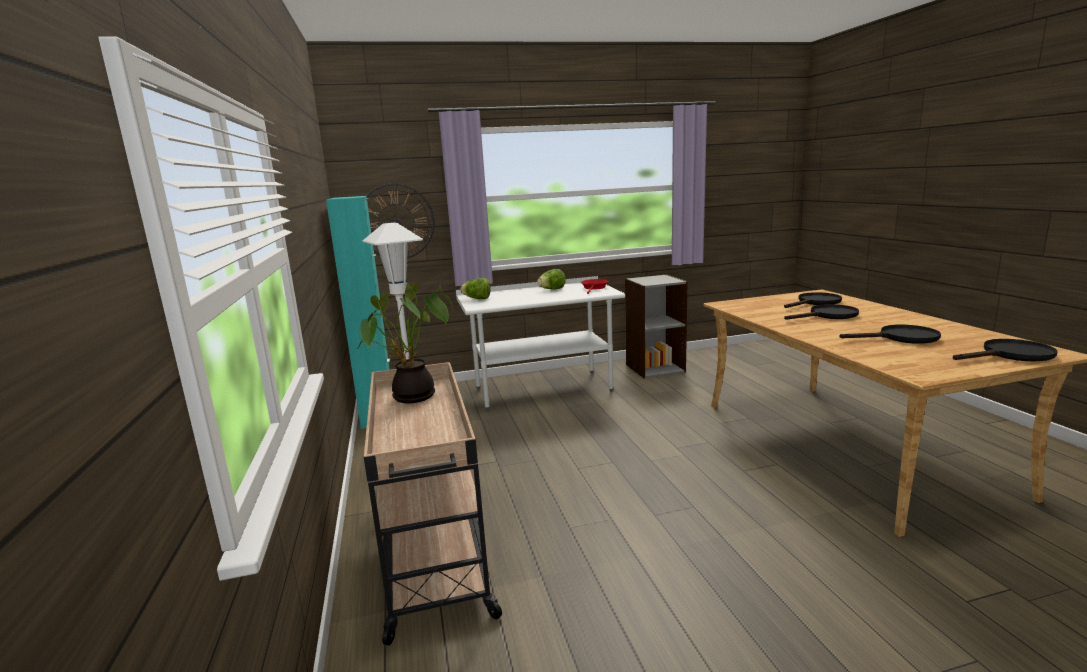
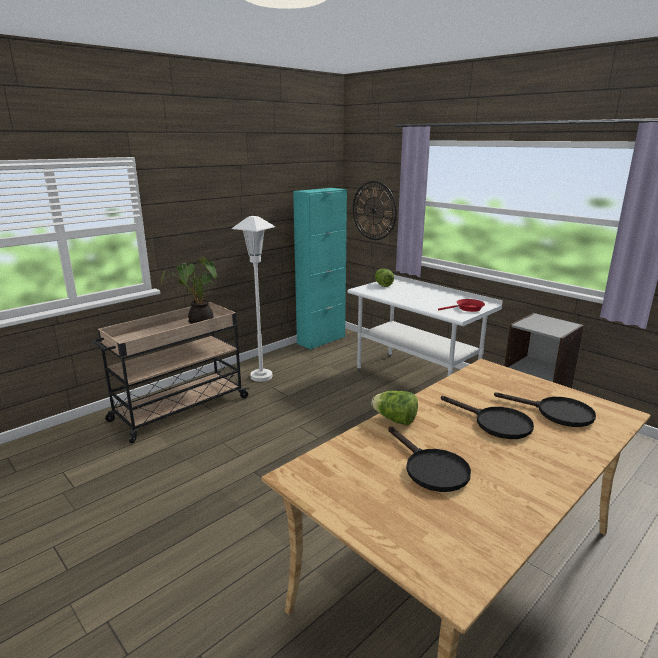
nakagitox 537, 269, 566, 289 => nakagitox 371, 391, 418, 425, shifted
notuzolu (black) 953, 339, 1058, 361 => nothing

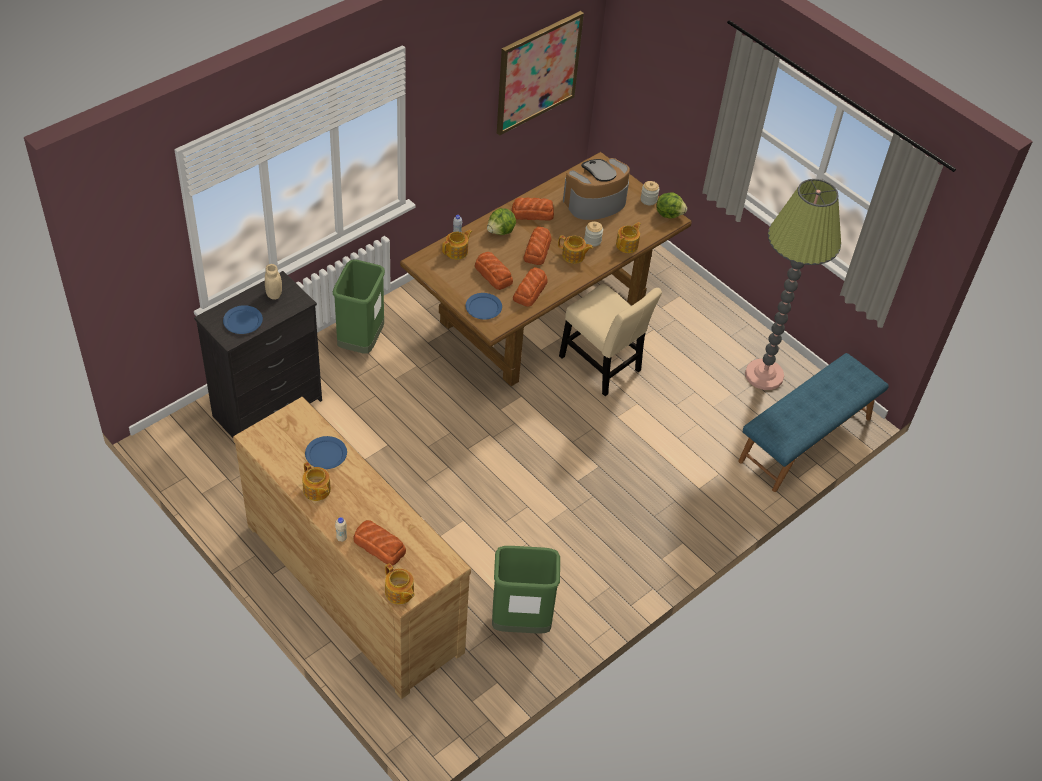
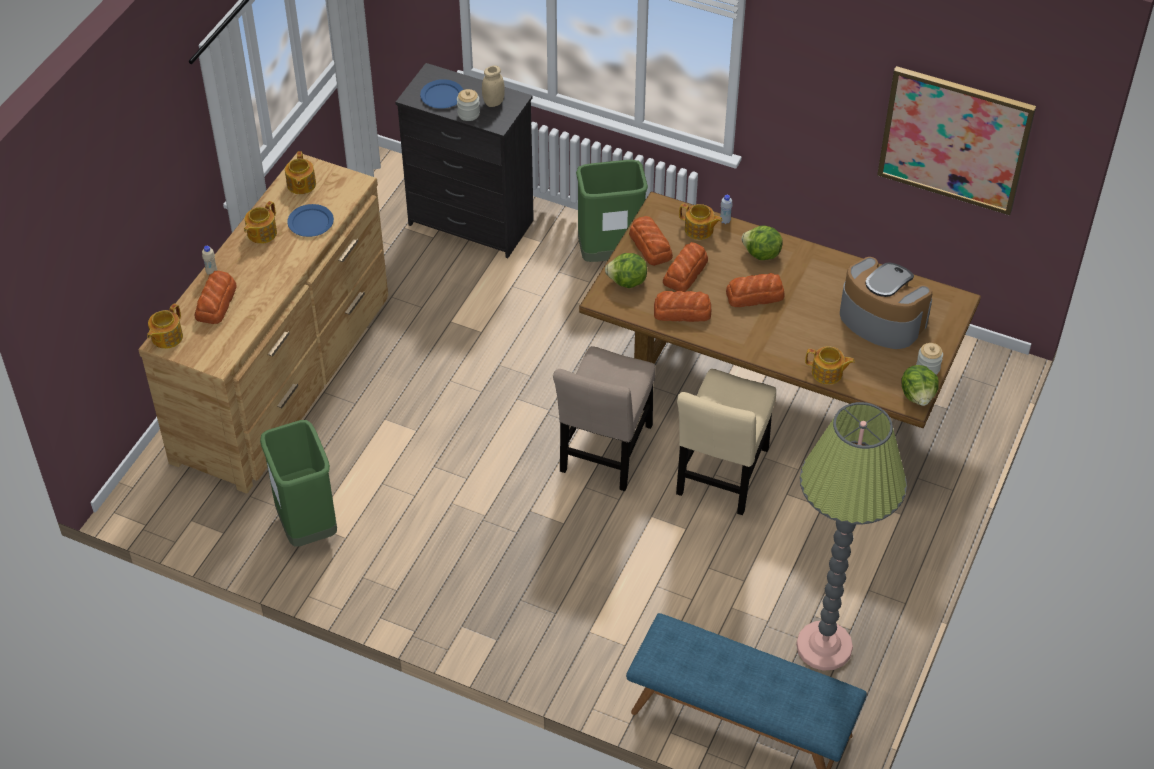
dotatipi 512, 198, 554, 220 => dotatipi 629, 216, 673, 266, shifted
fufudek 584, 221, 603, 247 => fufudek 457, 89, 480, 121, shifted
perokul 558, 235, 593, 264 => perokul 285, 152, 316, 194, shifted
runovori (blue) 466, 293, 502, 319 => nakagitox 605, 253, 647, 288
nothing => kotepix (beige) 553, 346, 655, 491

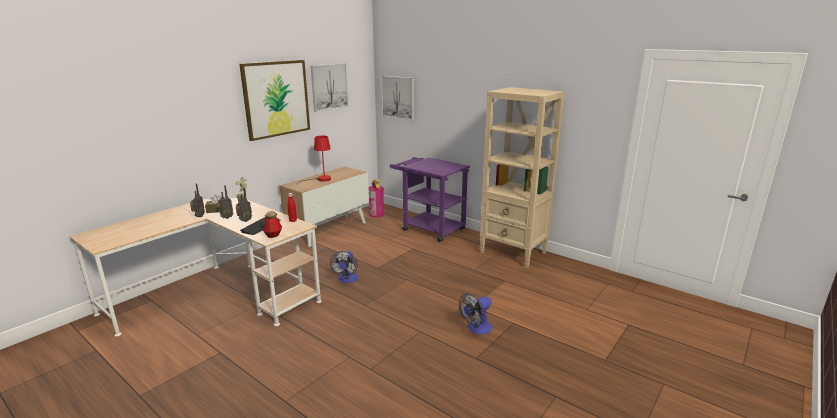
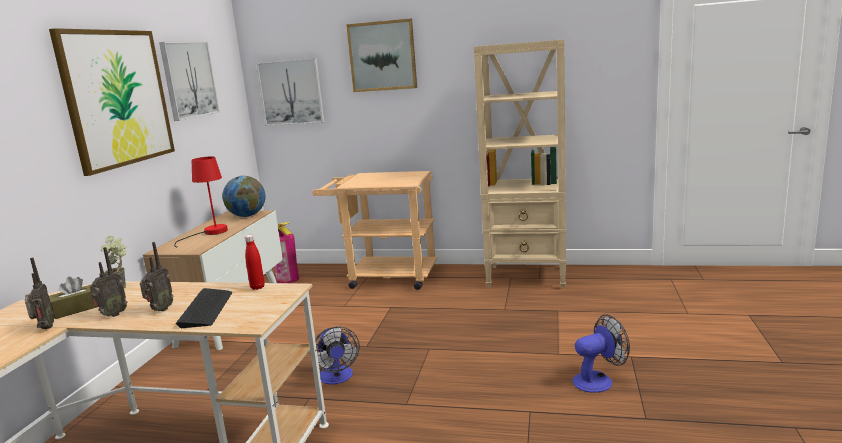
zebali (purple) 390, 157, 470, 242 => zebali (beige) 312, 171, 438, 290
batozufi 263, 211, 282, 238 => nothing
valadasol 459, 293, 492, 334 => valadasol 573, 314, 630, 393, 135 degrees counterclockwise
nothing => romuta 346, 18, 417, 92
nothing => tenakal 222, 176, 265, 217

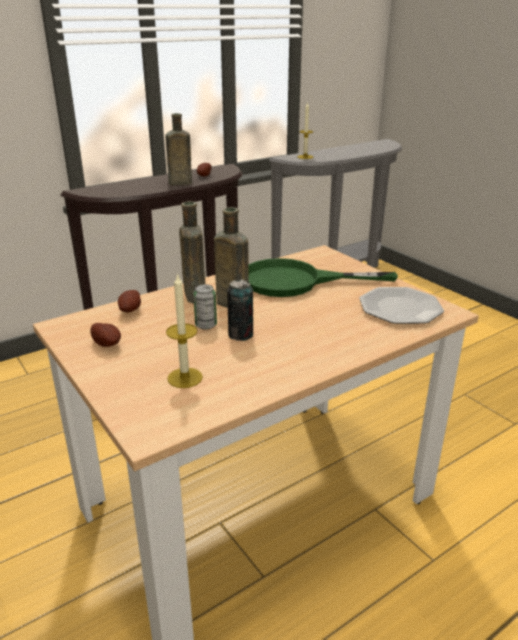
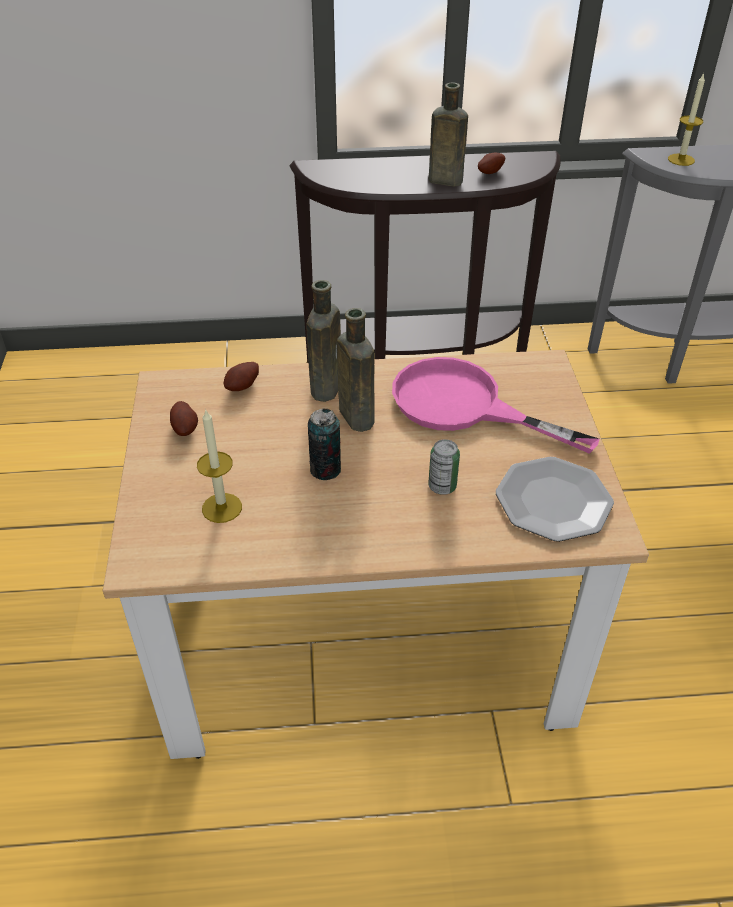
notuzolu (green) 248, 258, 398, 297 => notuzolu (pink) 392, 357, 600, 454
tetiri 193, 284, 217, 330 => tetiri 428, 439, 460, 495, shifted

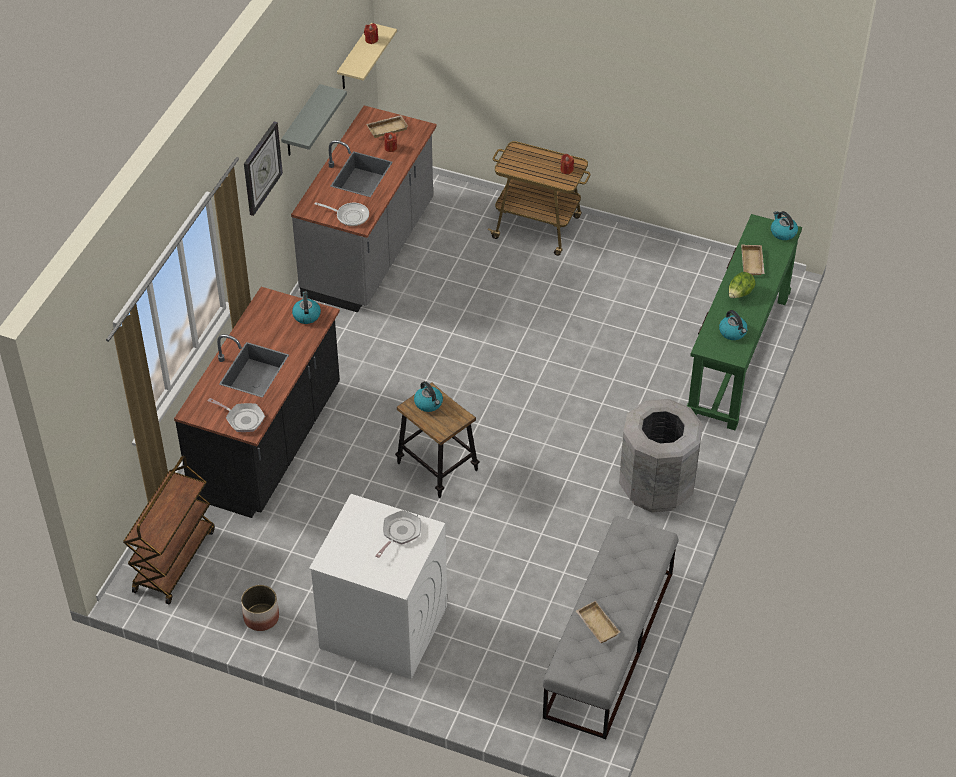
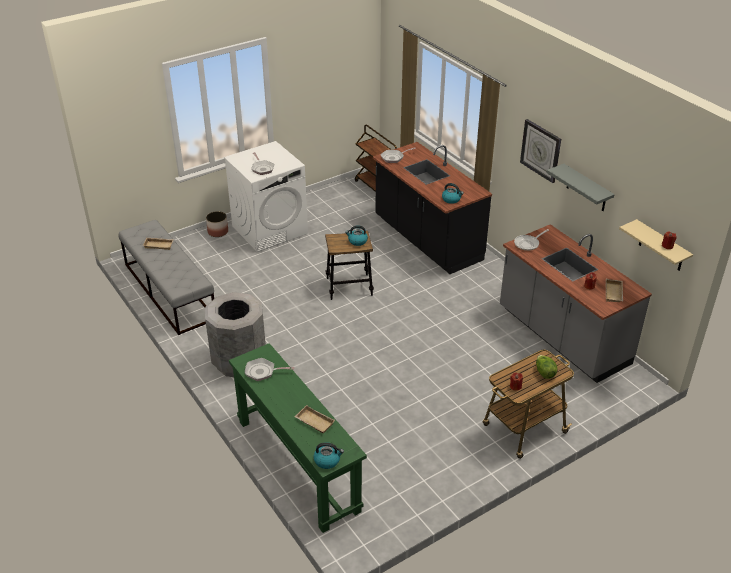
nakagitox 729, 272, 755, 298 => nakagitox 536, 355, 557, 379, shifted
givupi 719, 310, 748, 340 => notuzolu 245, 358, 295, 381
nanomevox 241, 585, 279, 631 => nanomevox 206, 211, 228, 237, shifted

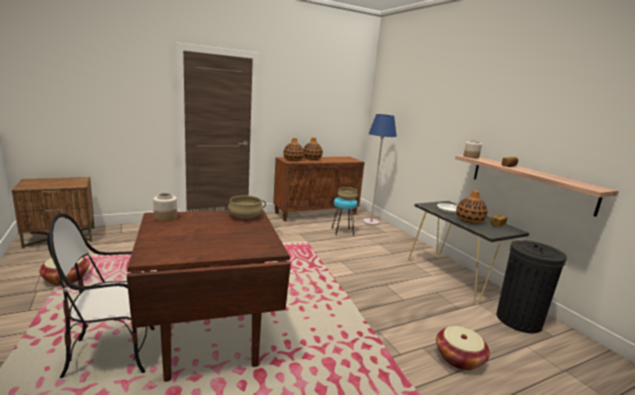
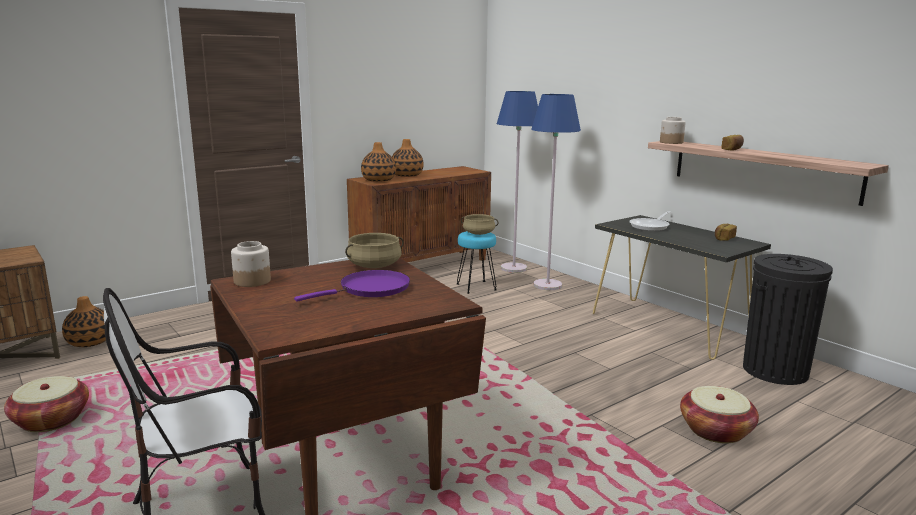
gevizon 456, 190, 488, 224 => gevizon 62, 296, 106, 347, shifted
nothing => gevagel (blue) 531, 94, 581, 290
nothing => notuzolu (purple) 294, 270, 410, 302

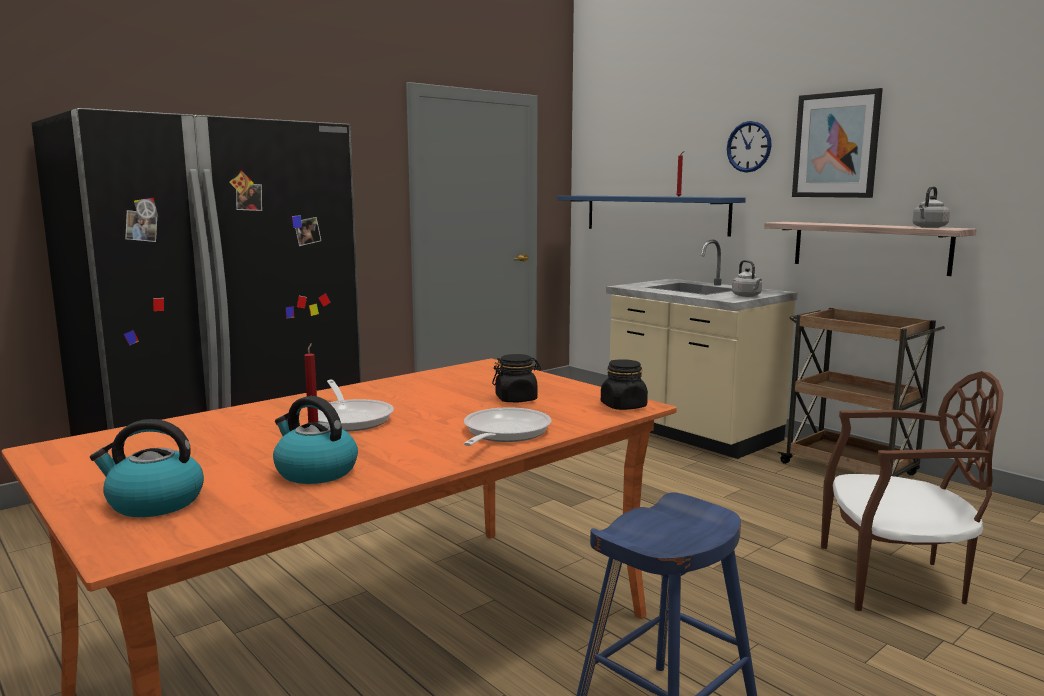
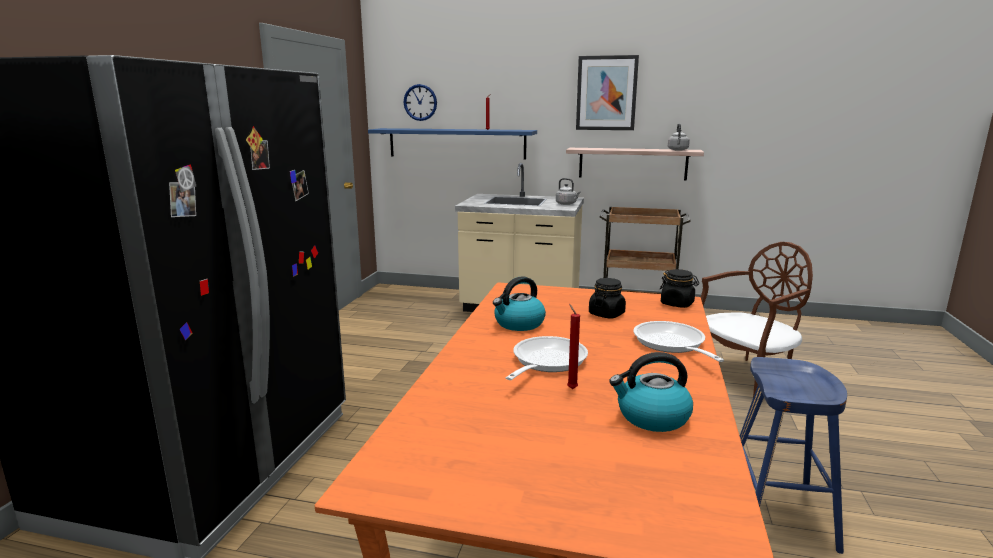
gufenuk 727, 121, 772, 173 => gufenuk 403, 84, 437, 121, shifted
notuzolu 318, 380, 394, 432 => notuzolu 506, 336, 588, 380, 90 degrees counterclockwise
givupi 90, 419, 204, 517 => givupi 493, 276, 546, 331, shifted

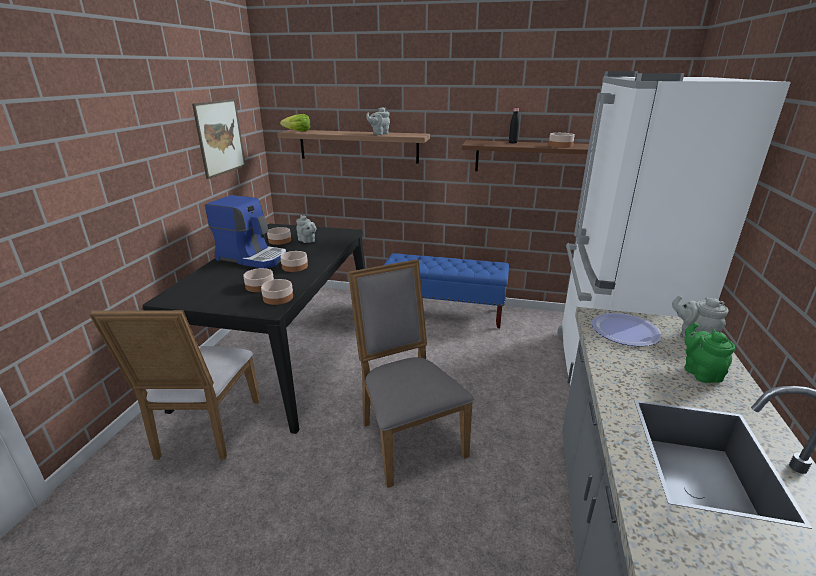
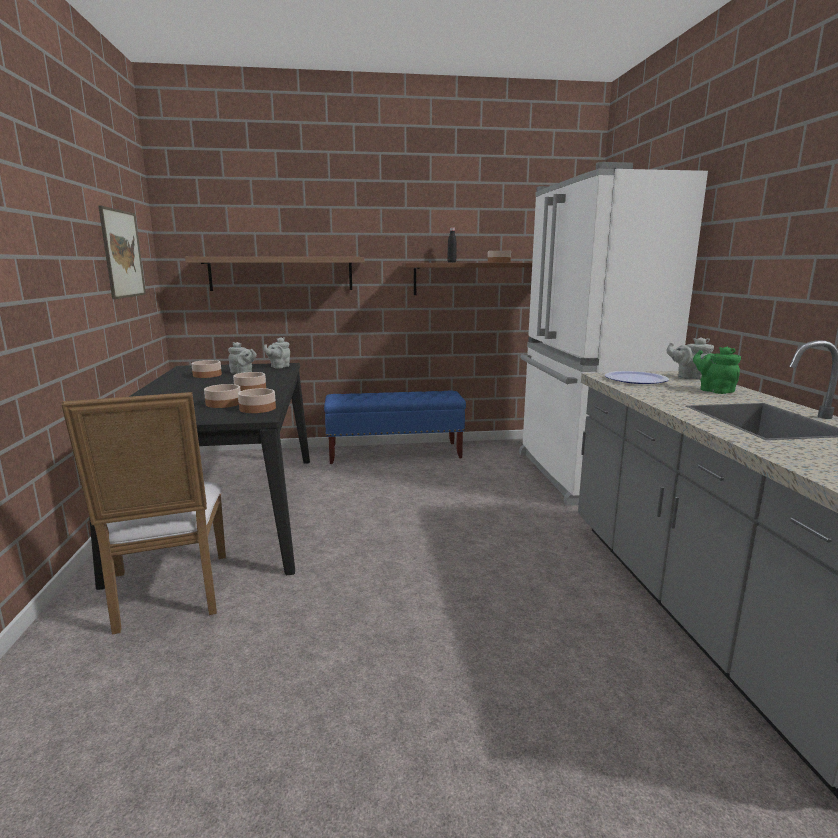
perokul (grey) 366, 107, 390, 135 => perokul (grey) 264, 337, 290, 368, shifted
nakagitox 280, 114, 311, 131 => nothing
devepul 205, 195, 286, 268 => nothing
kotepix (grey) 348, 259, 474, 488 => nothing

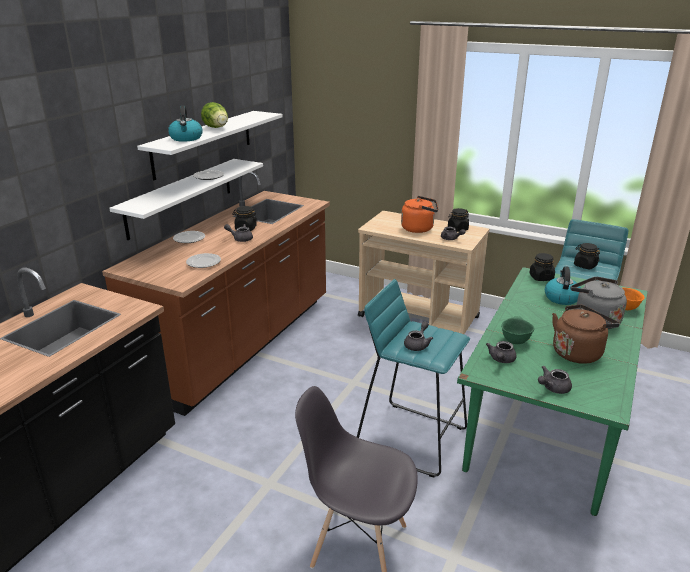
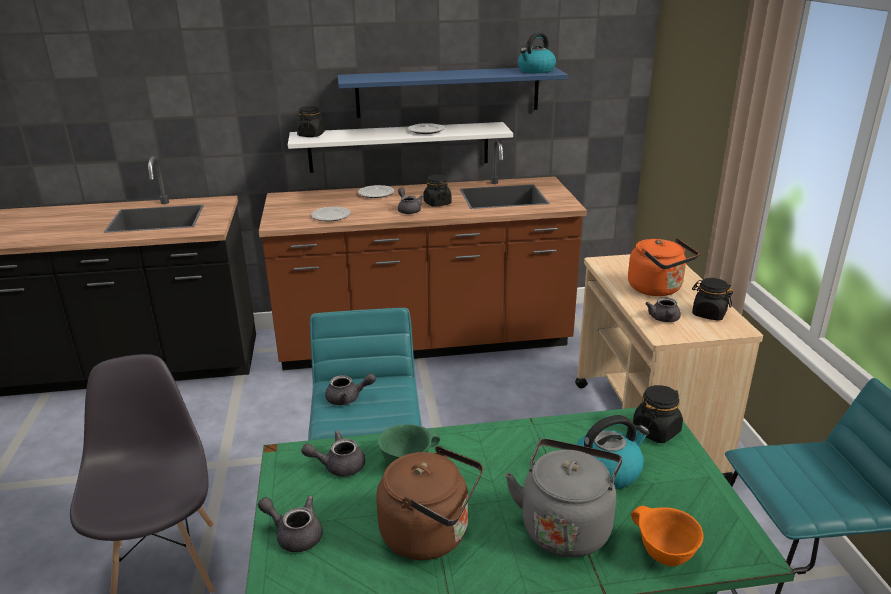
nakagitox 201, 102, 228, 128 => nothing
givupi 168, 106, 203, 142 => givupi 518, 32, 556, 73, shifted
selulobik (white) 137, 111, 283, 180 => selulobik (blue) 338, 67, 568, 118
fufudek (black) 574, 243, 600, 269 => fufudek (black) 297, 106, 325, 137, shifted

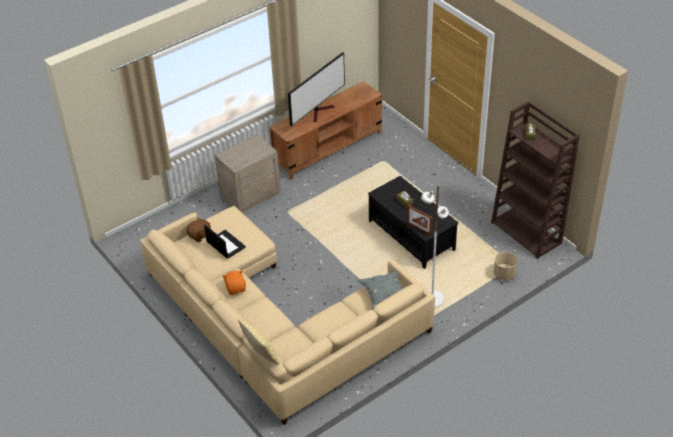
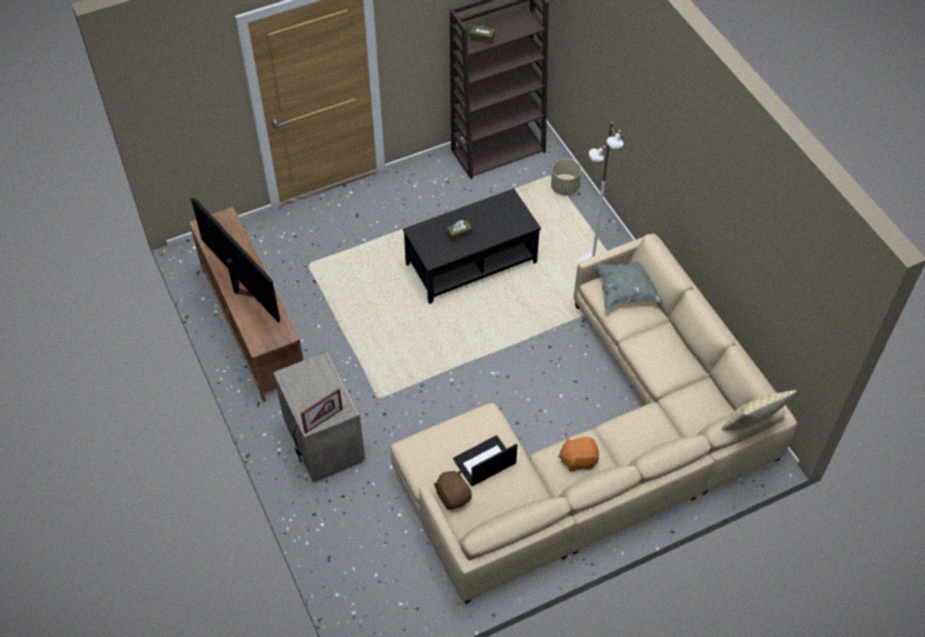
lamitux 407, 205, 432, 235 => lamitux 300, 388, 343, 434, shifted

